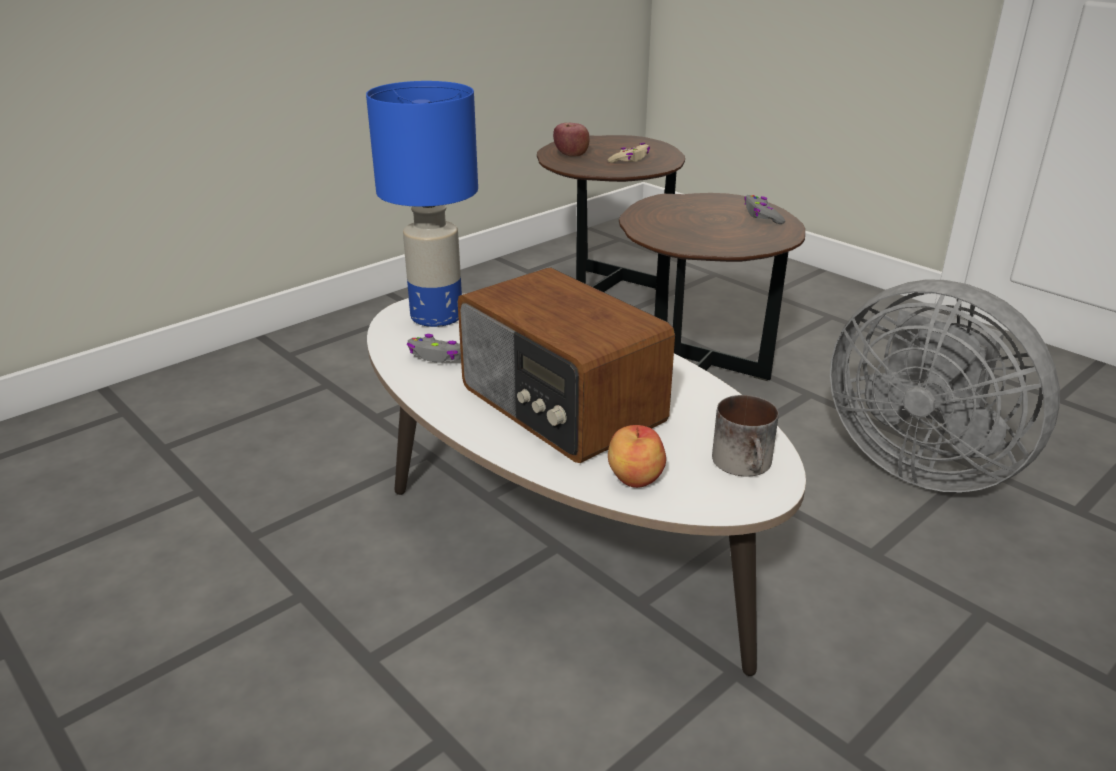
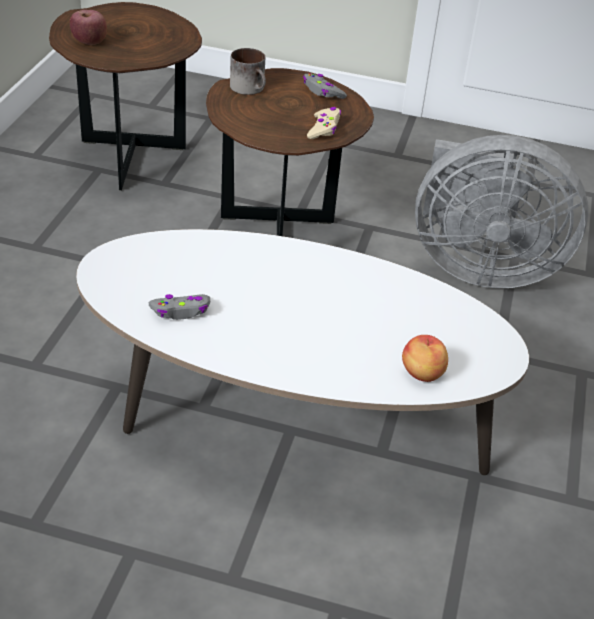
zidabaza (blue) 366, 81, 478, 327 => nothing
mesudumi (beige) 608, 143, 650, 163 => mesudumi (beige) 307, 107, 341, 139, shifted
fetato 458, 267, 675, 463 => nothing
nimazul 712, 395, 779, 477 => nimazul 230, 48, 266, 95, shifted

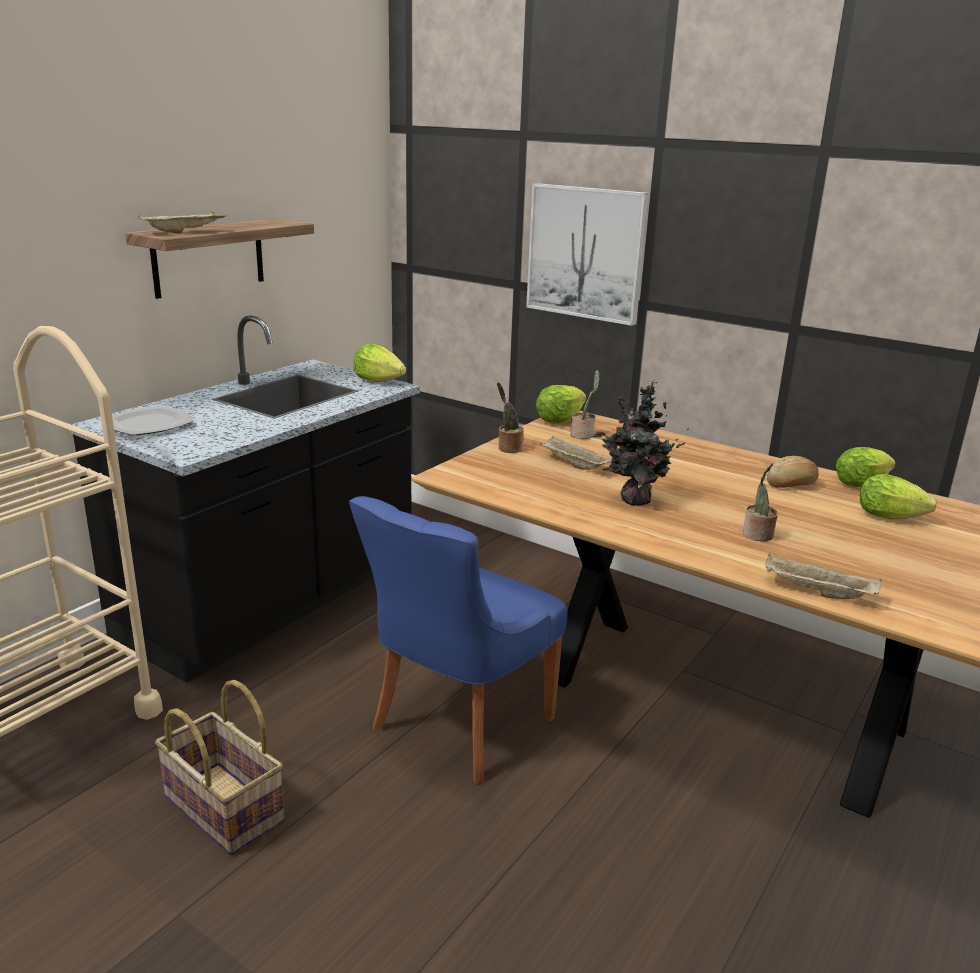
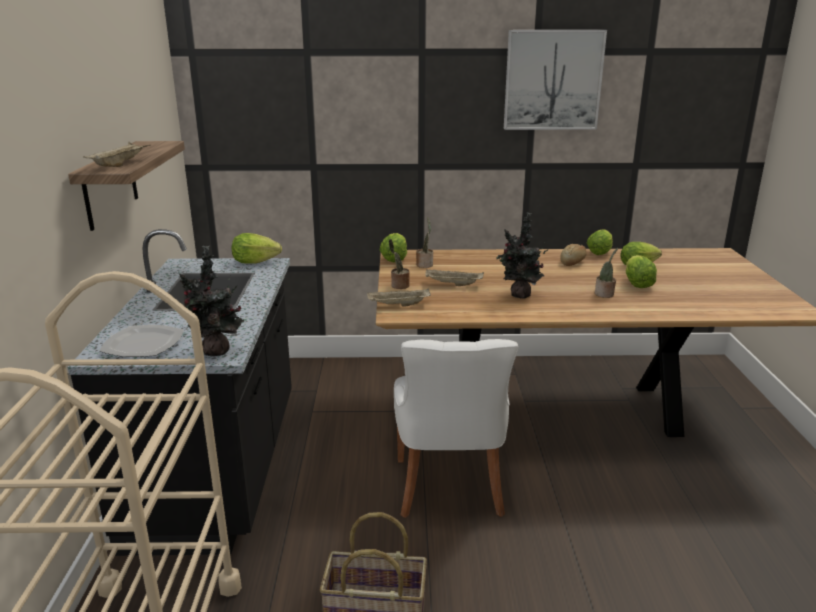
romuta 526, 183, 649, 326 => romuta 504, 30, 607, 130, shifted
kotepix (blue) 349, 496, 567, 784 => kotepix (white) 394, 339, 519, 518
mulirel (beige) 765, 554, 882, 599 => mulirel (beige) 367, 288, 431, 307, shifted
nothing => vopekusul 178, 246, 244, 356
nothing => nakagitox 626, 255, 657, 288

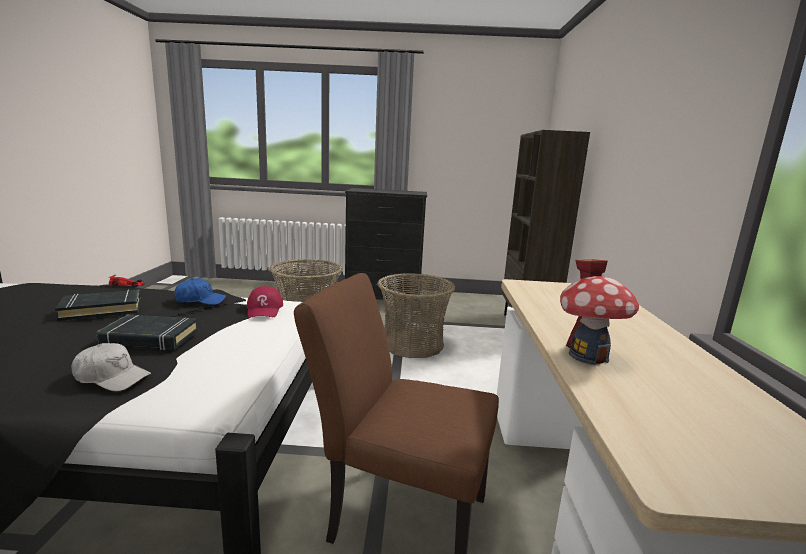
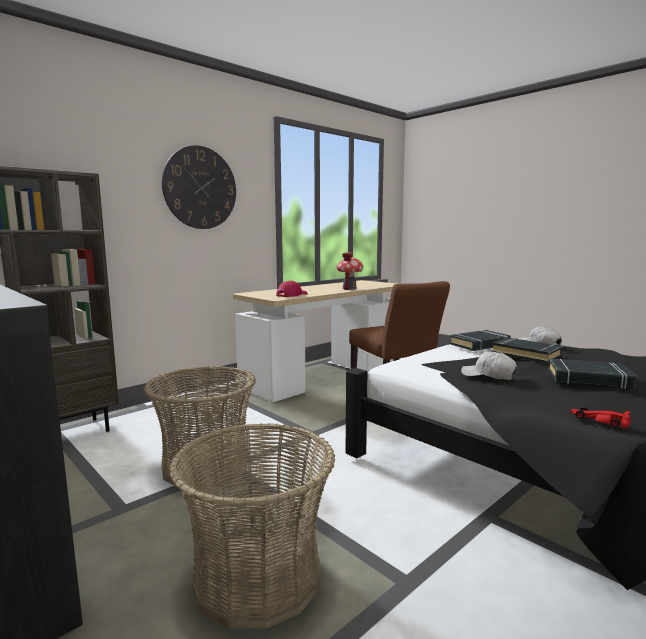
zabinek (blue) 174, 278, 226, 305 => zabinek (white) 461, 351, 517, 380
zabinek (red) 247, 286, 283, 318 => zabinek (red) 276, 281, 308, 297, shifted
nothing => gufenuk 162, 145, 236, 229
nothing => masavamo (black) 450, 330, 511, 351

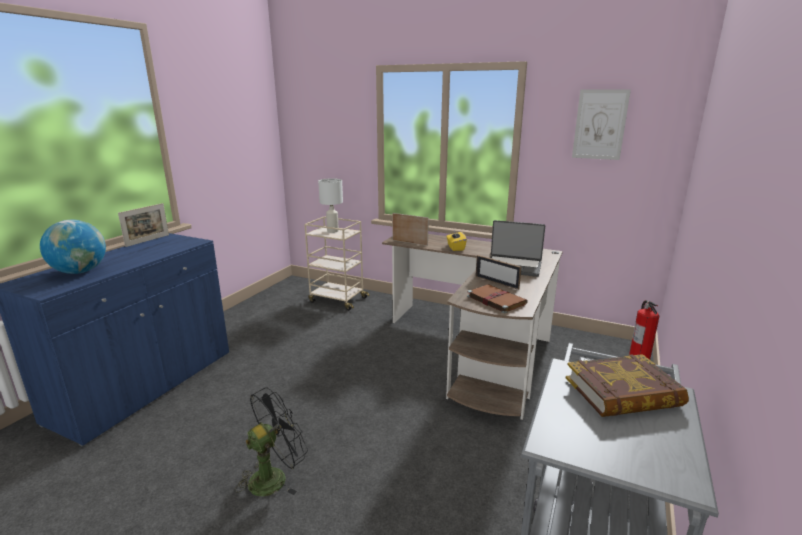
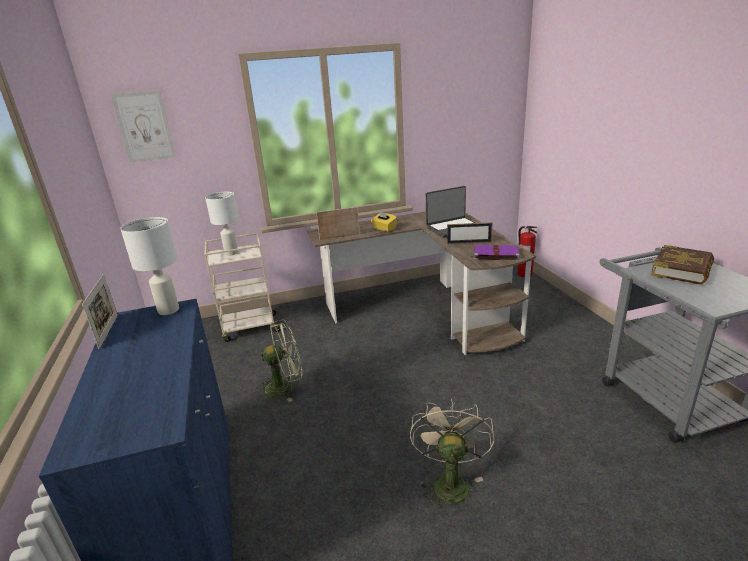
romuta 572, 89, 631, 160 => romuta 111, 90, 176, 162, shifted
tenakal 40, 220, 106, 274 => nothing
masavamo (brown) 467, 284, 528, 313 => masavamo (purple) 470, 245, 520, 260
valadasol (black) 235, 387, 308, 496 => valadasol (beige) 410, 399, 495, 513
nothing => zidabaza (white) 120, 217, 179, 315
nothing => valadasol (green) 257, 319, 302, 402

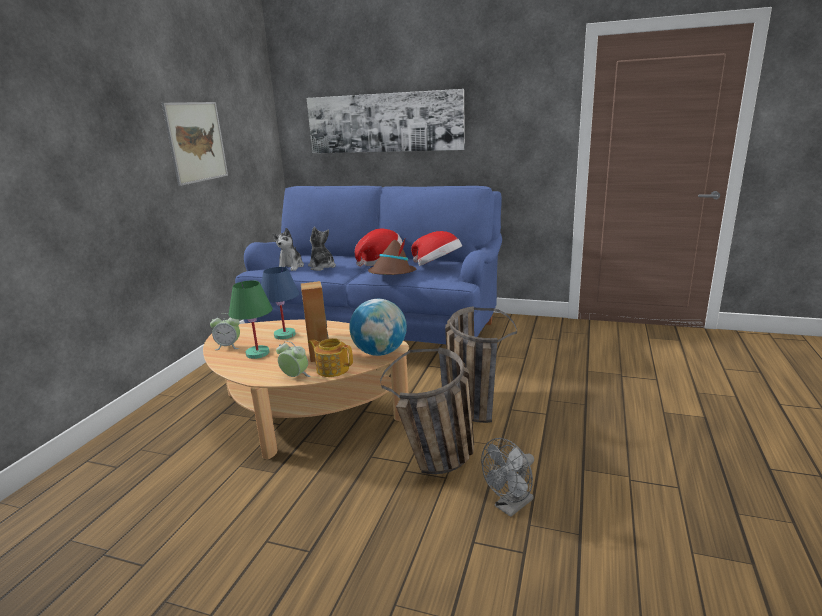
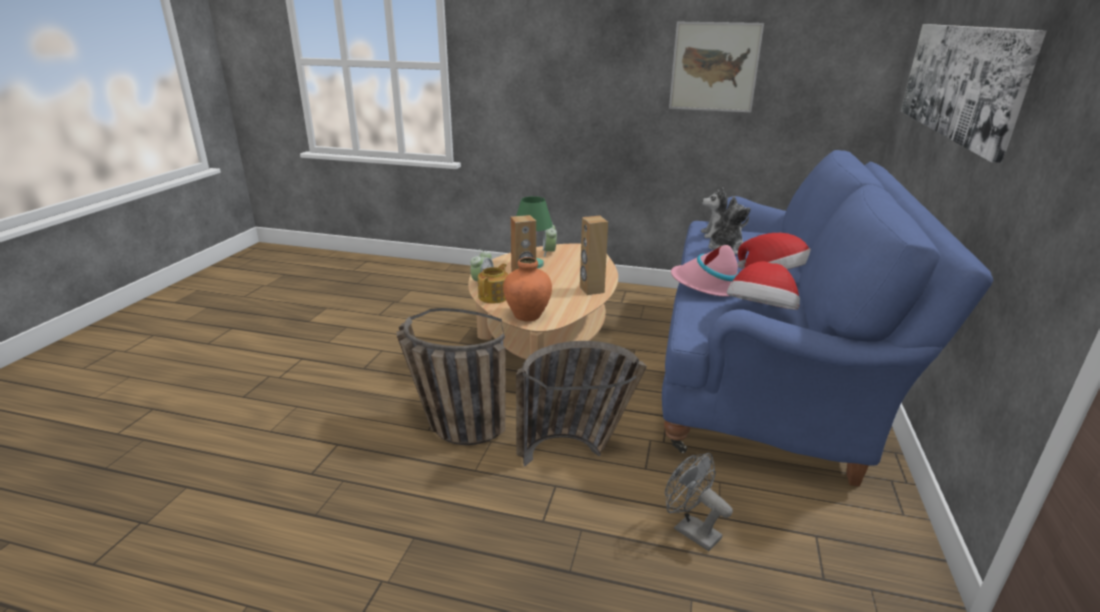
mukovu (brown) 368, 237, 416, 275 => mukovu (pink) 671, 245, 738, 297
zidabaza (blue) 261, 267, 299, 340 => nothing
tenakal 349, 299, 407, 356 => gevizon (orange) 503, 257, 552, 321
valadasol (grey) 481, 438, 534, 517 => valadasol (grey) 665, 453, 733, 551, shifted
nothing => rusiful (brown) 580, 216, 608, 295

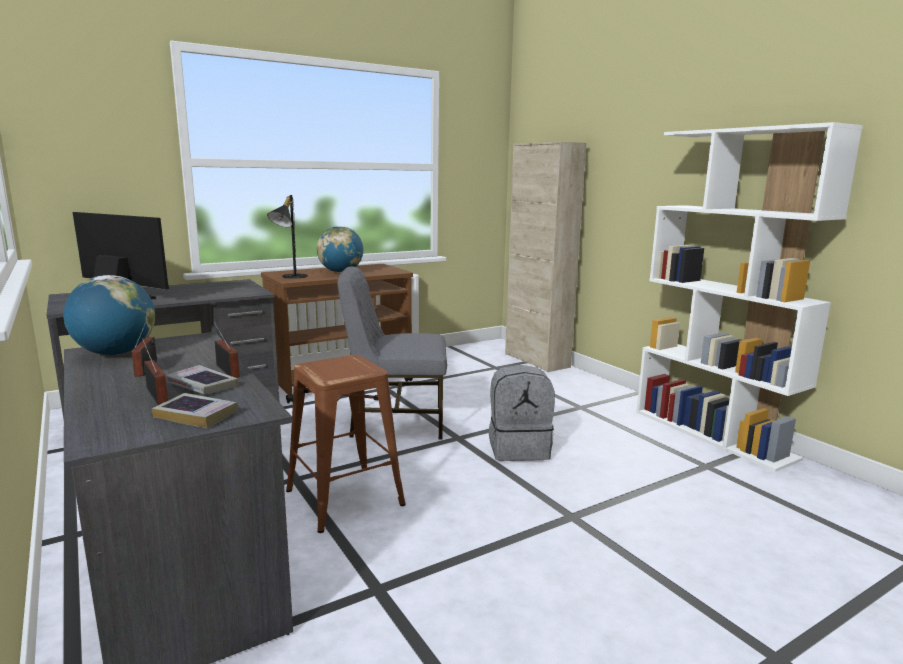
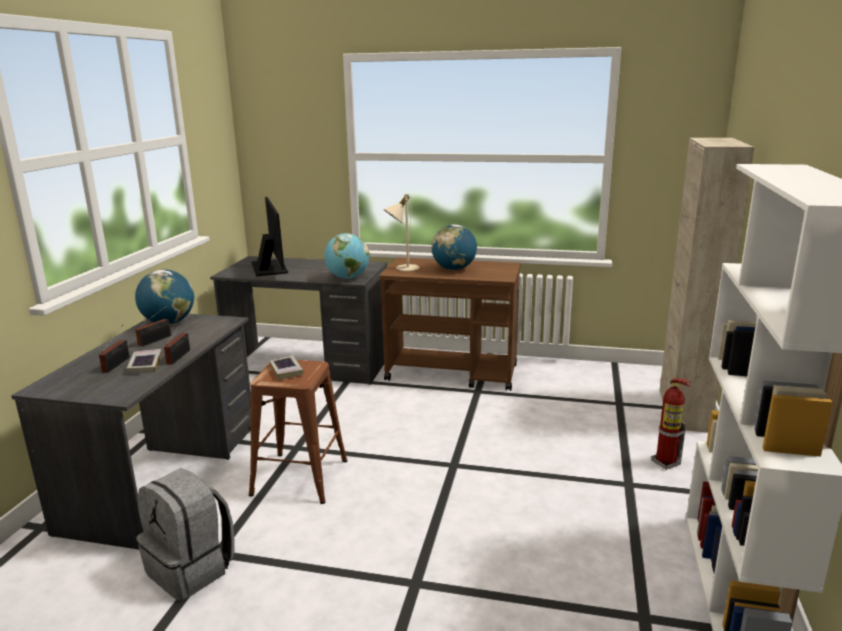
zidabaza (black) 267, 195, 308, 279 => zidabaza (beige) 384, 194, 419, 271
kotepix (grey) 337, 266, 447, 439 => nothing
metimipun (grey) 489, 365, 555, 461 => metimipun (grey) 136, 468, 235, 601, shifted
masavamo 152, 393, 238, 428 => masavamo 270, 356, 304, 380, shifted
nothing => tenakal 324, 233, 370, 279
nothing => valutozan 652, 378, 691, 470

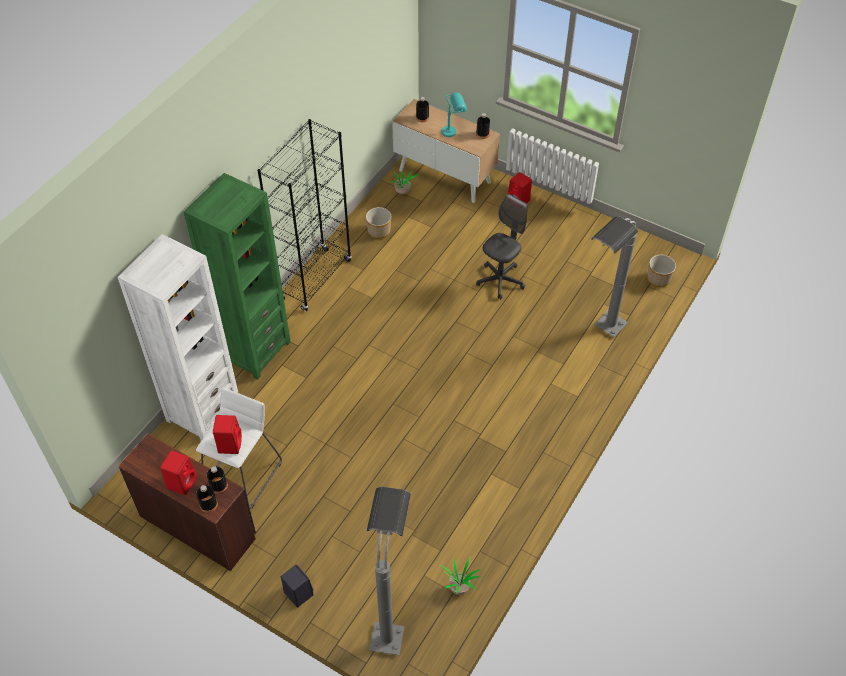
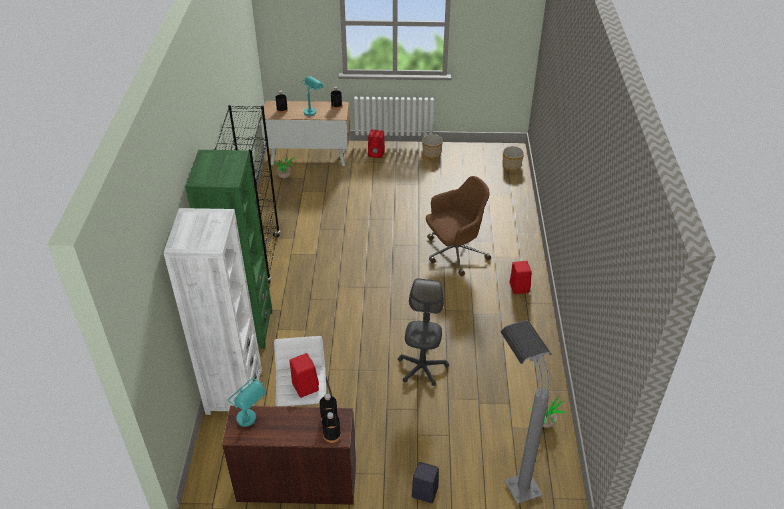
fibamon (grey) 476, 194, 528, 300 => fibamon (grey) 398, 278, 449, 386, shifted
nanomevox 366, 207, 391, 239 => nanomevox 422, 134, 443, 159, shifted
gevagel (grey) 591, 216, 638, 337 => nothing
rusiful (red) 160, 451, 197, 495 => rusiful (red) 510, 261, 532, 294, shifted
nothing => fibamon (brown) 426, 176, 491, 276
nothing => zidabaza (turquoise) 228, 378, 265, 427

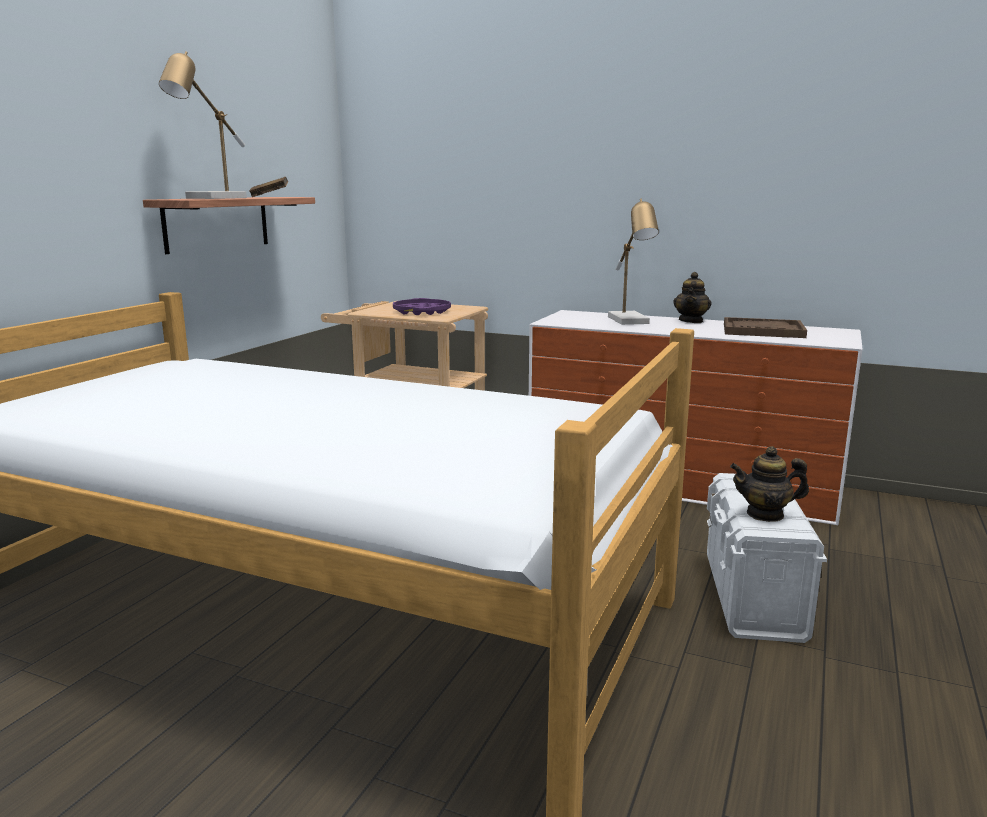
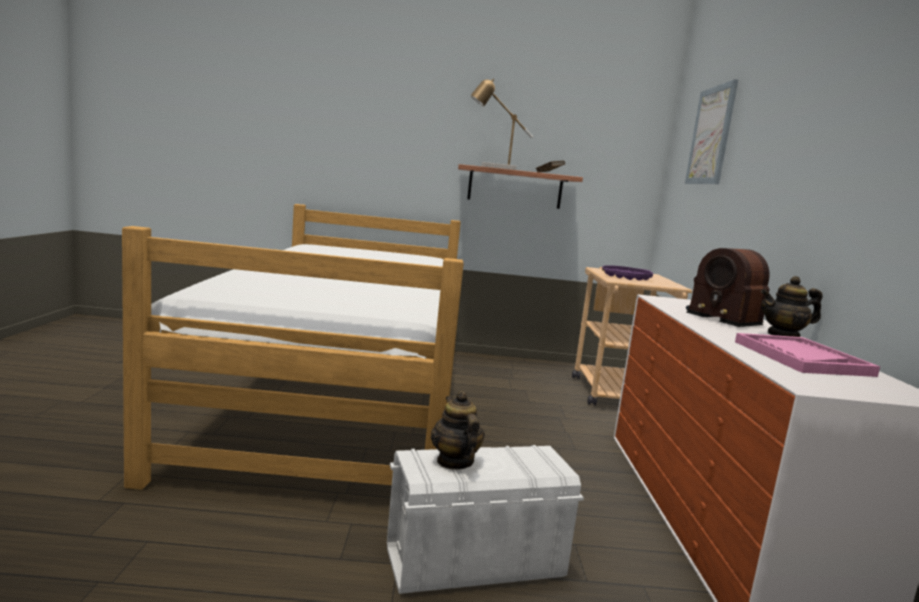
zidabaza 608, 198, 659, 325 => fetato 686, 248, 770, 327
mulirel (brown) 724, 317, 807, 338 => mulirel (pink) 735, 333, 880, 377
nothing => romuta 685, 79, 738, 184

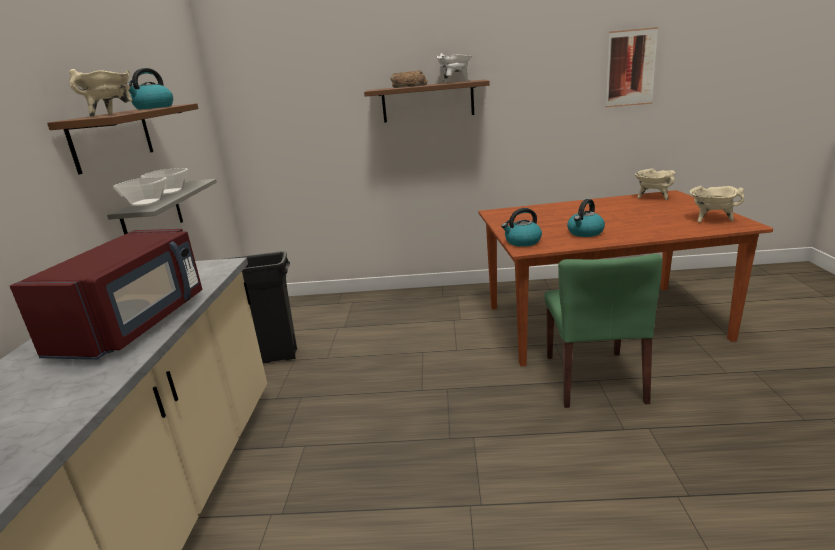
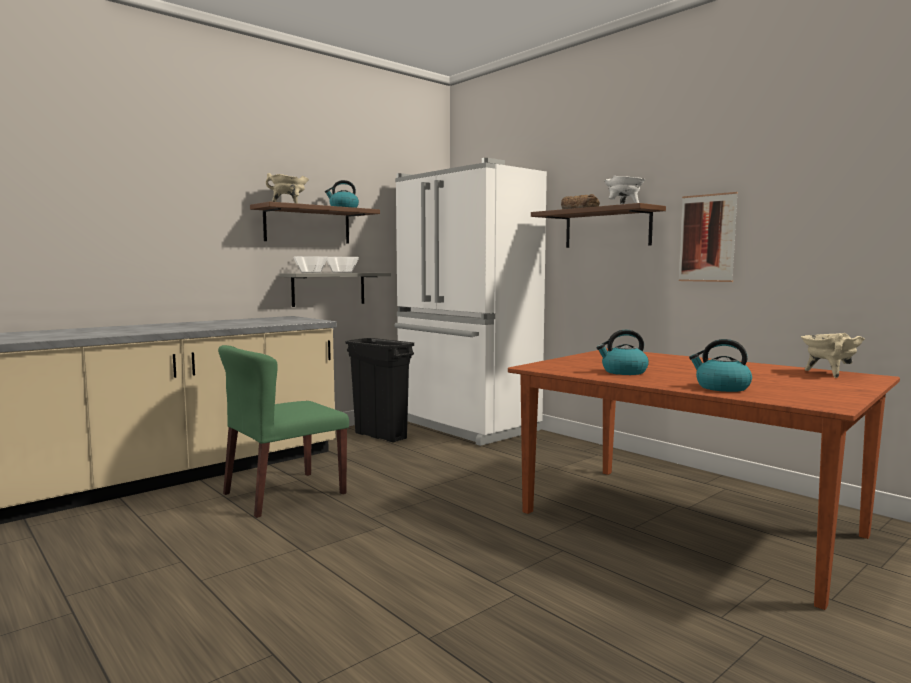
romuta 606, 27, 658, 107 => romuta 679, 192, 738, 282, shifted
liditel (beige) 690, 186, 744, 223 => nothing
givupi 501, 208, 542, 247 => givupi 689, 339, 752, 392, shifted
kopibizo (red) 10, 229, 203, 360 => nothing
kotepix (green) 544, 254, 663, 408 => kotepix (green) 218, 345, 349, 518, shifted
nothing => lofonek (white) 394, 158, 547, 446

